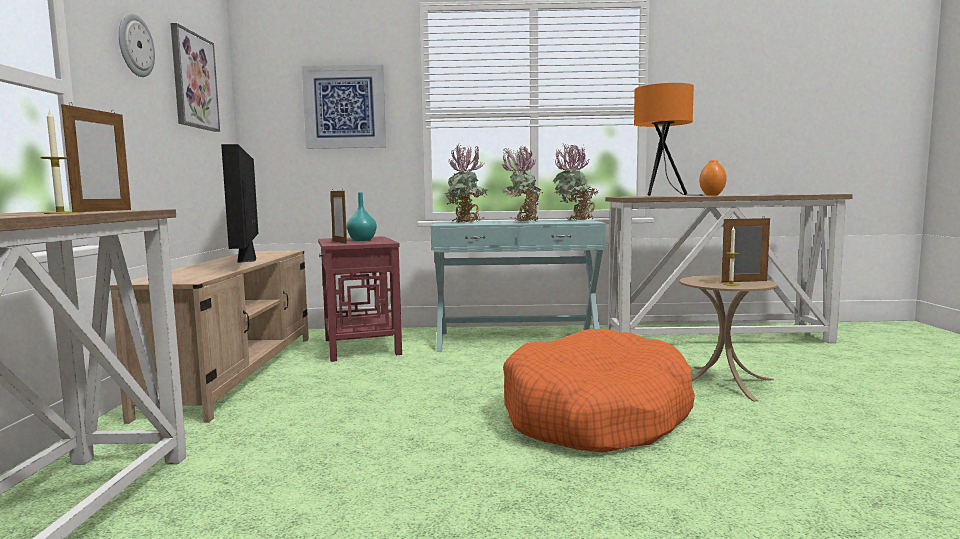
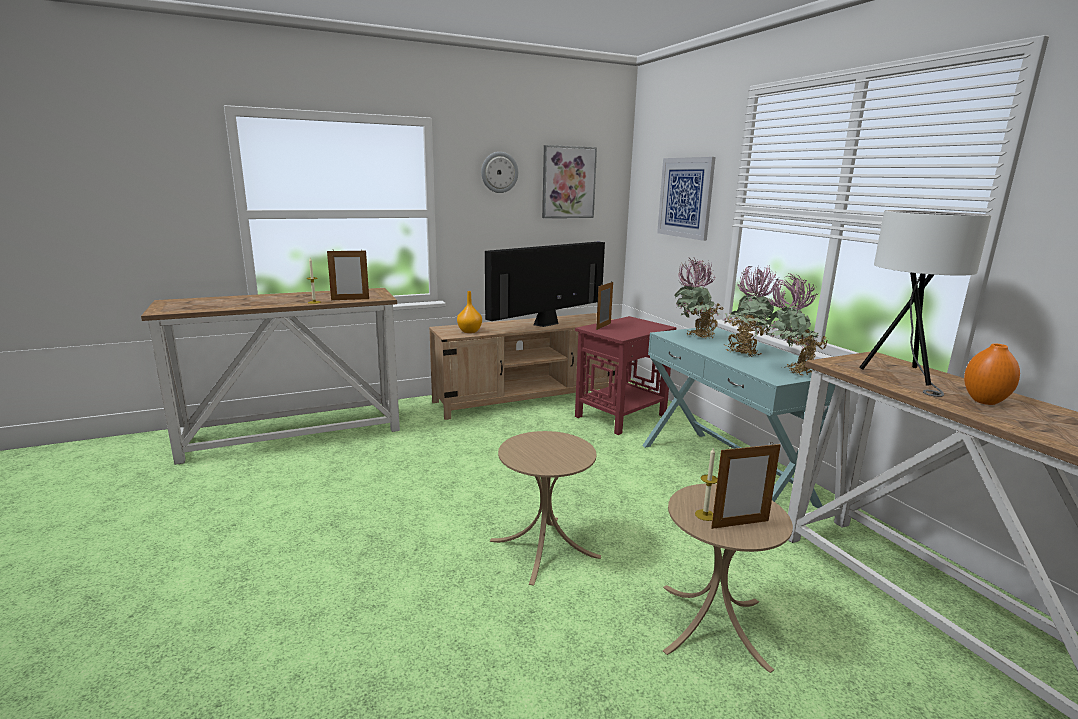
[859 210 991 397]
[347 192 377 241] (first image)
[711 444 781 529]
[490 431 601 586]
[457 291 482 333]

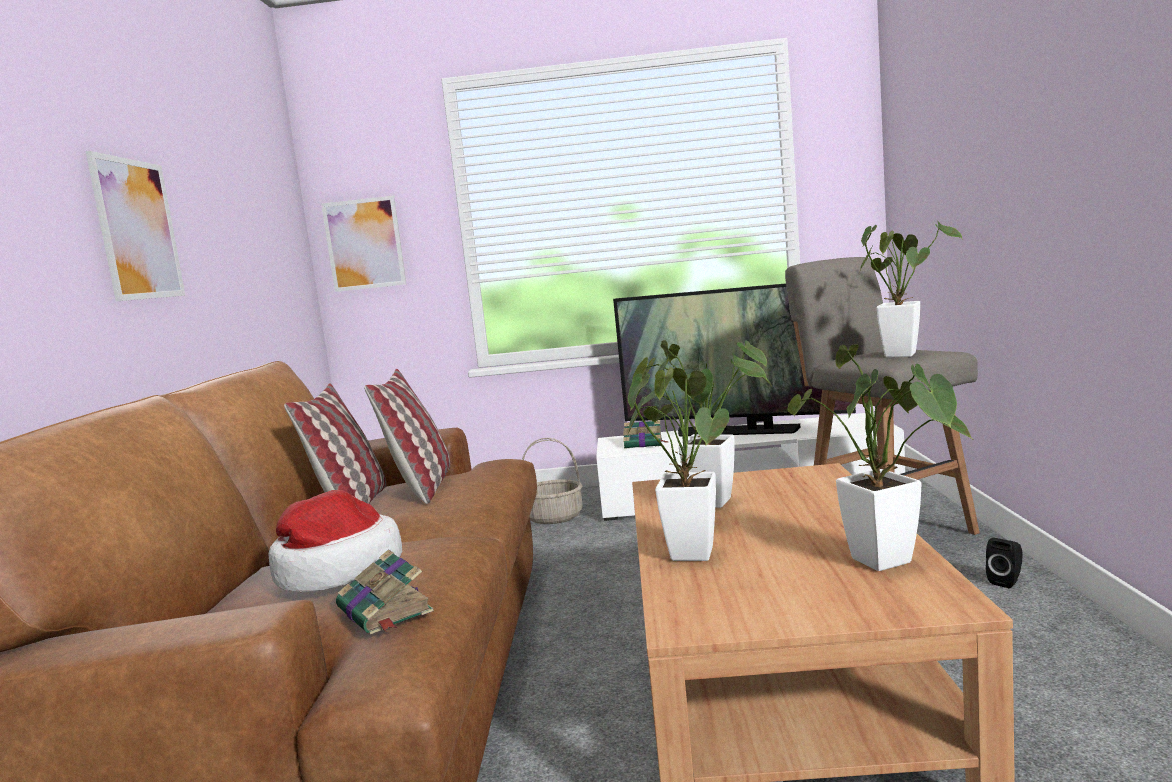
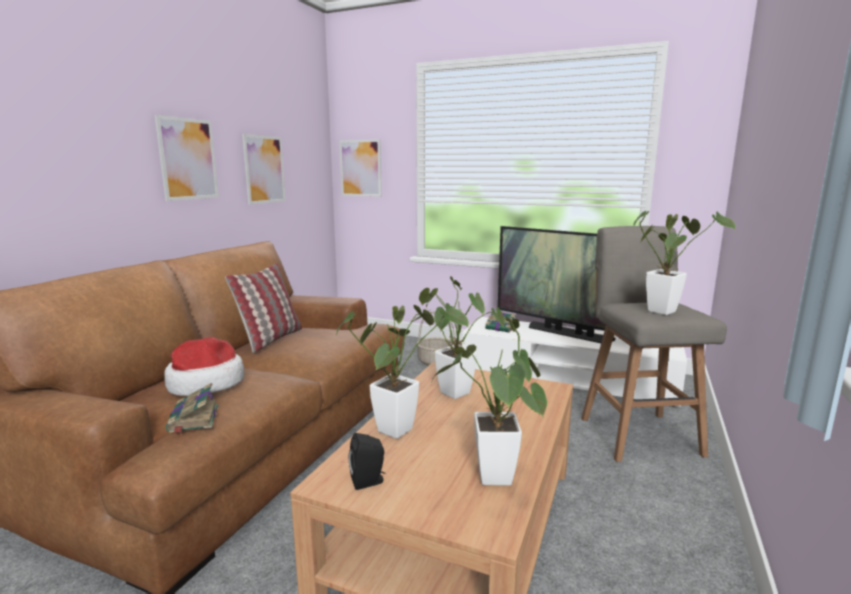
[364 369 450 504] (first image)
[349 433 385 490]
[242 134 286 205]

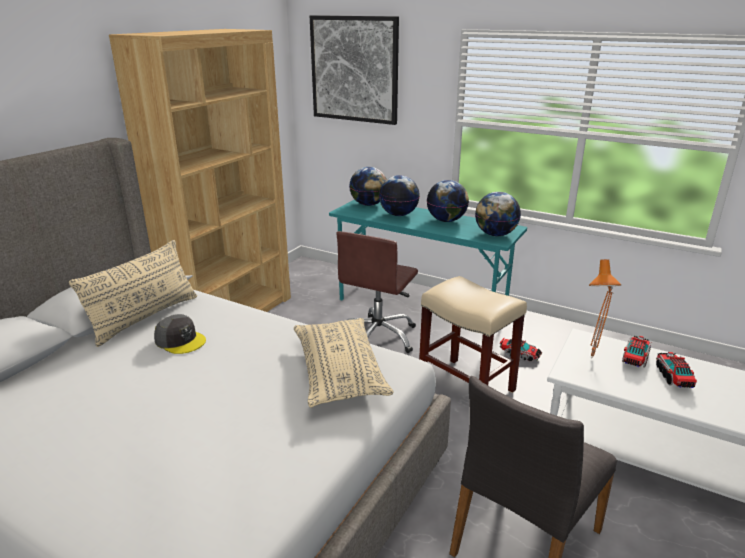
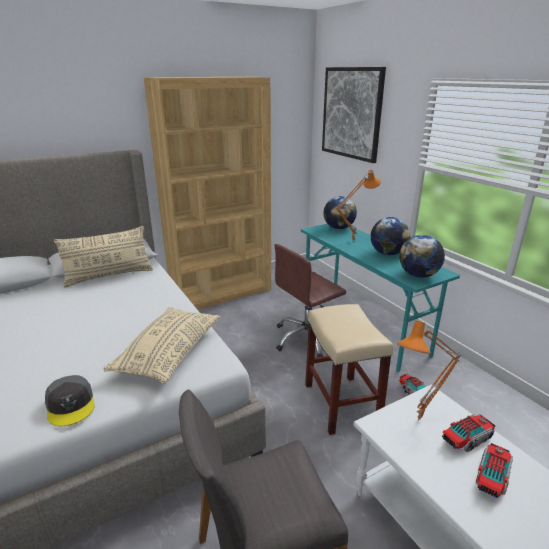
[336 170 381 242]
[45 375 95 426]

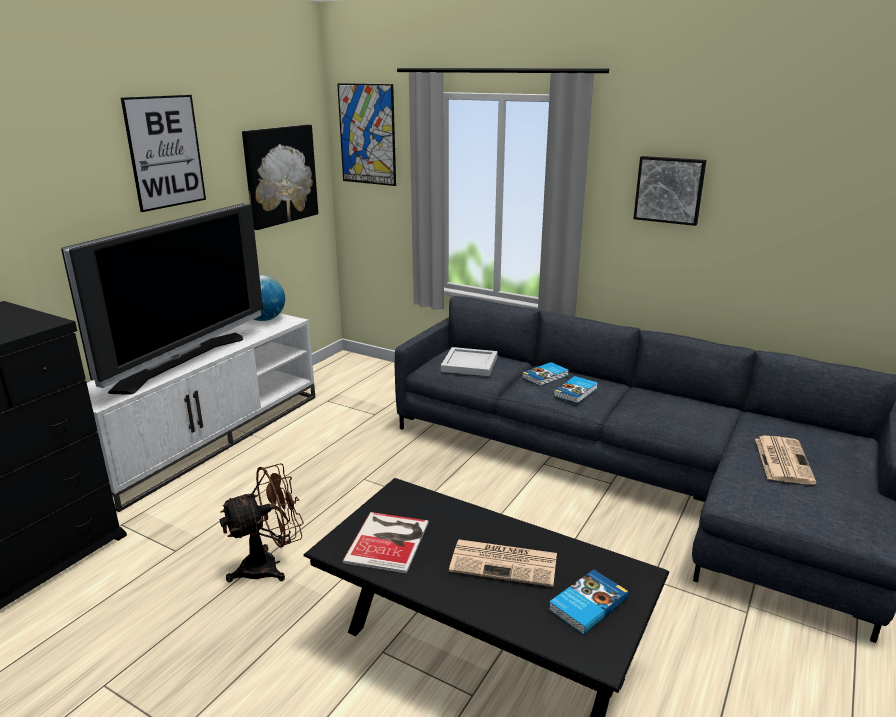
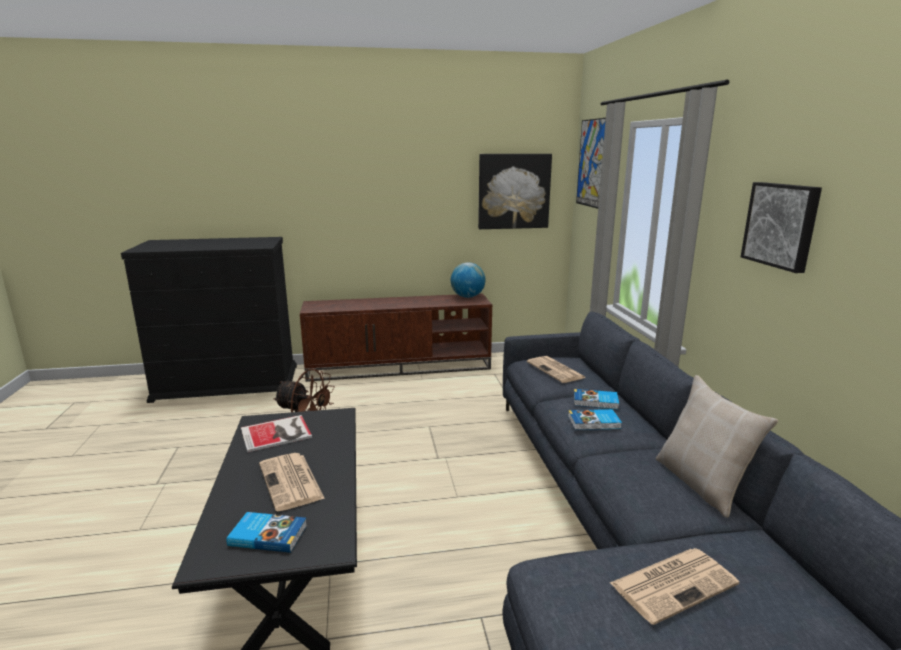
[121 95 206 212] (first image)
[61 203 263 395] (first image)
[300 293 492 382]
[527 356 586 383]
[656 375 778 518]

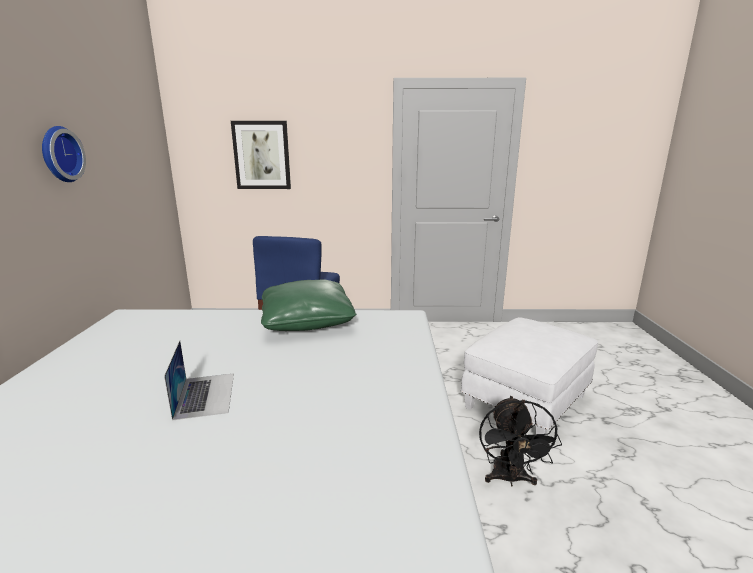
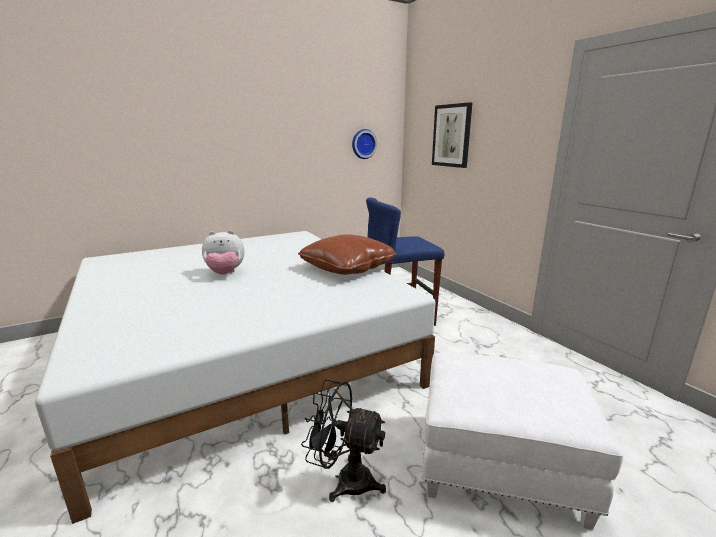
[352 129 377 159]
[298 234 396 275]
[202 230 244 275]
[301 380 386 502]

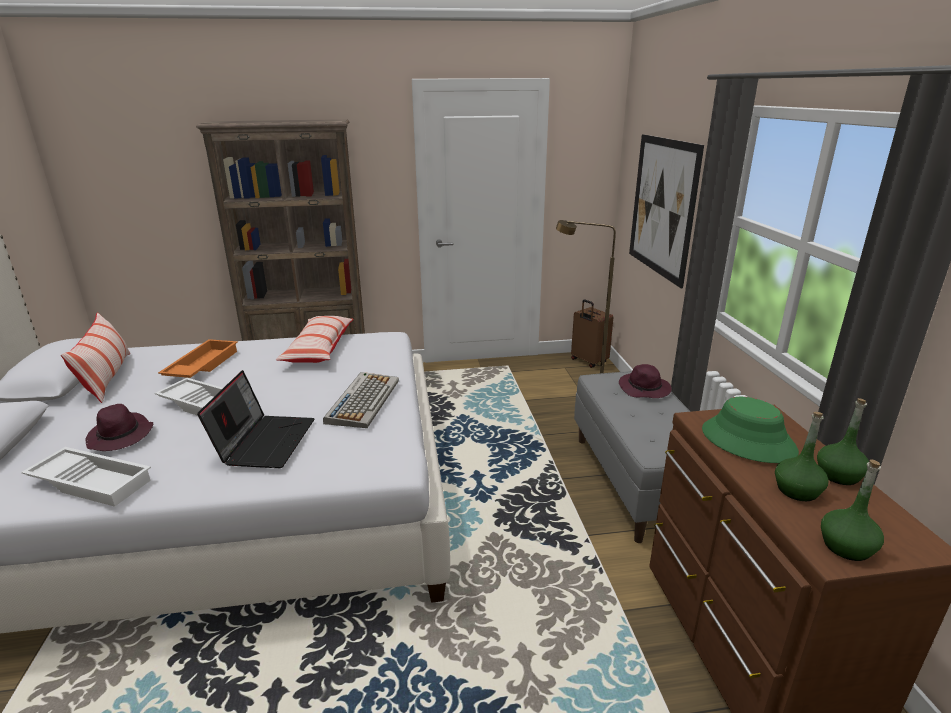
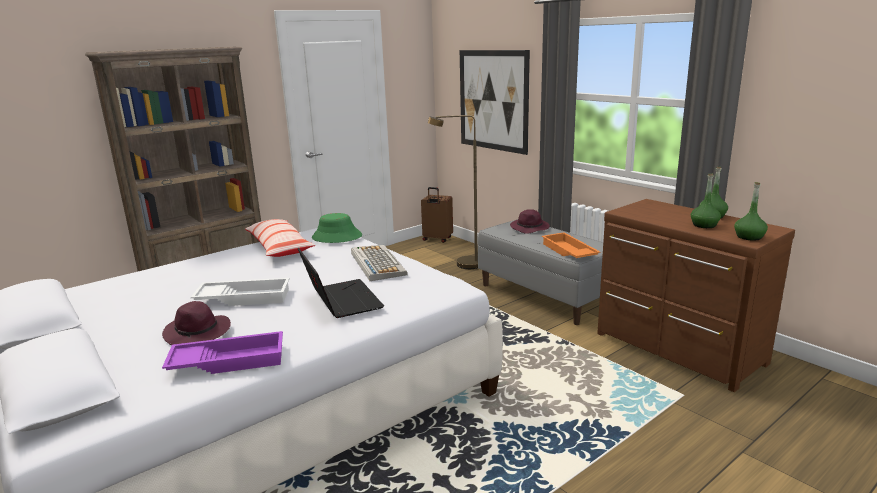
[61 312 130 403] (first image)
[542 232 600 258]
[312 213 362 243]
[162 331 283 374]

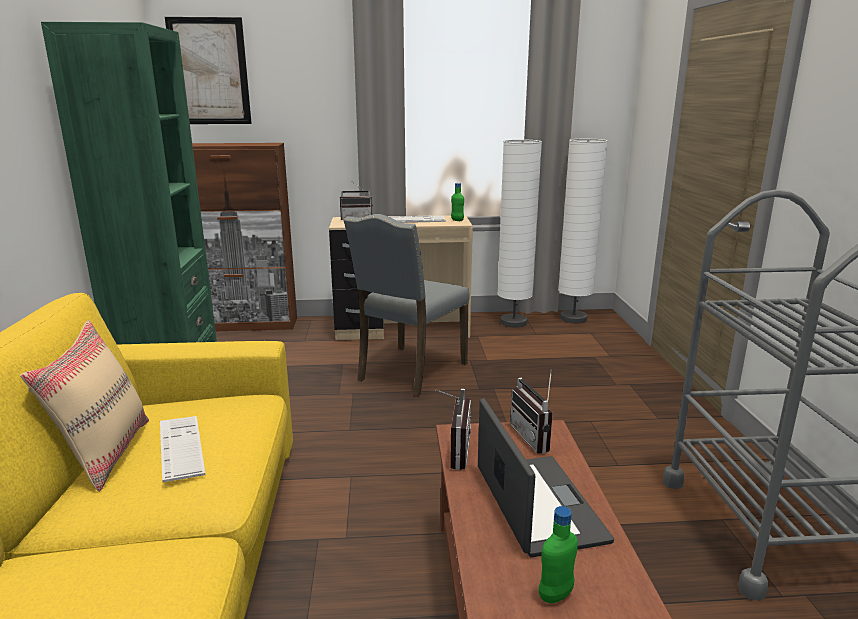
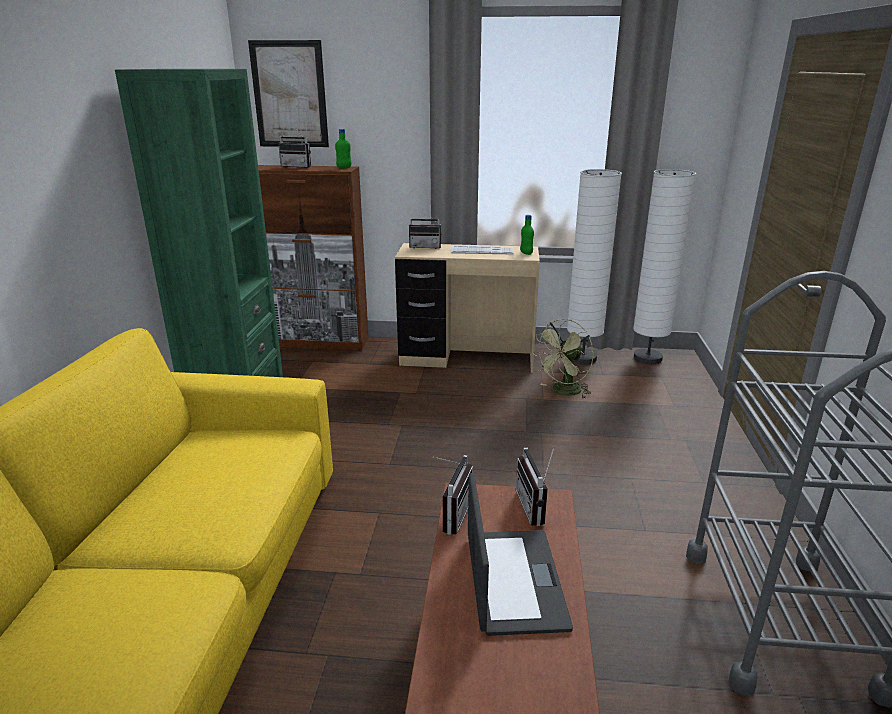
[343 214 470 397] (first image)
[20 320 149 491] (first image)
[160 416 205 483] (first image)
[335 129 351 168]
[278 127 311 168]
[532 319 594 399]

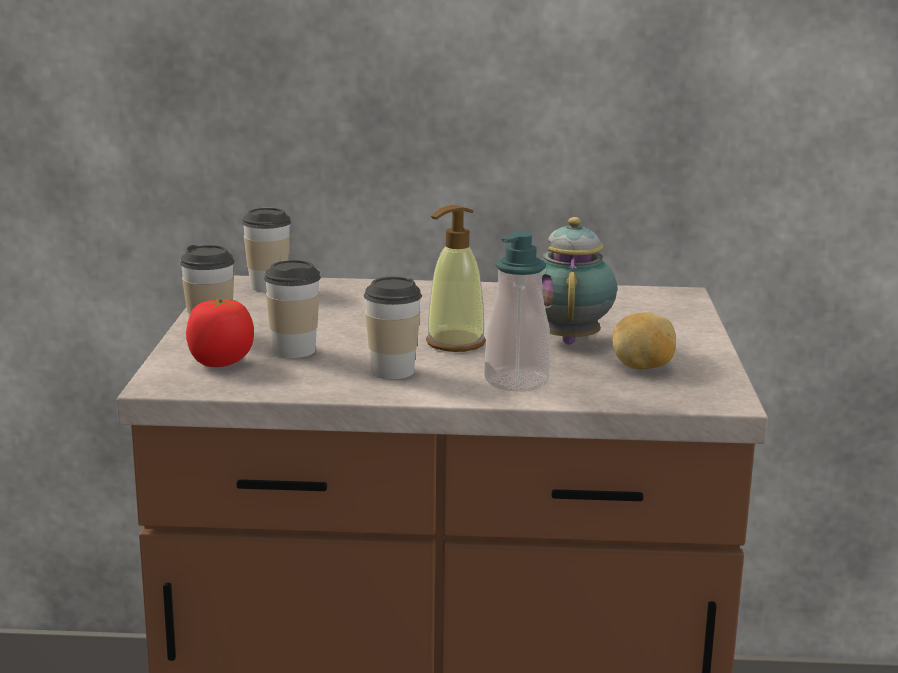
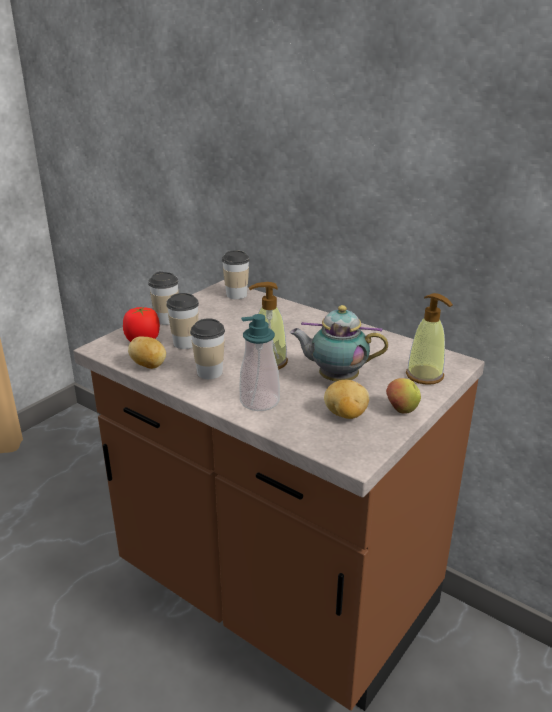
[290 305 388 381]
[406 293 453 385]
[128 336 166 369]
[386 378 421 414]

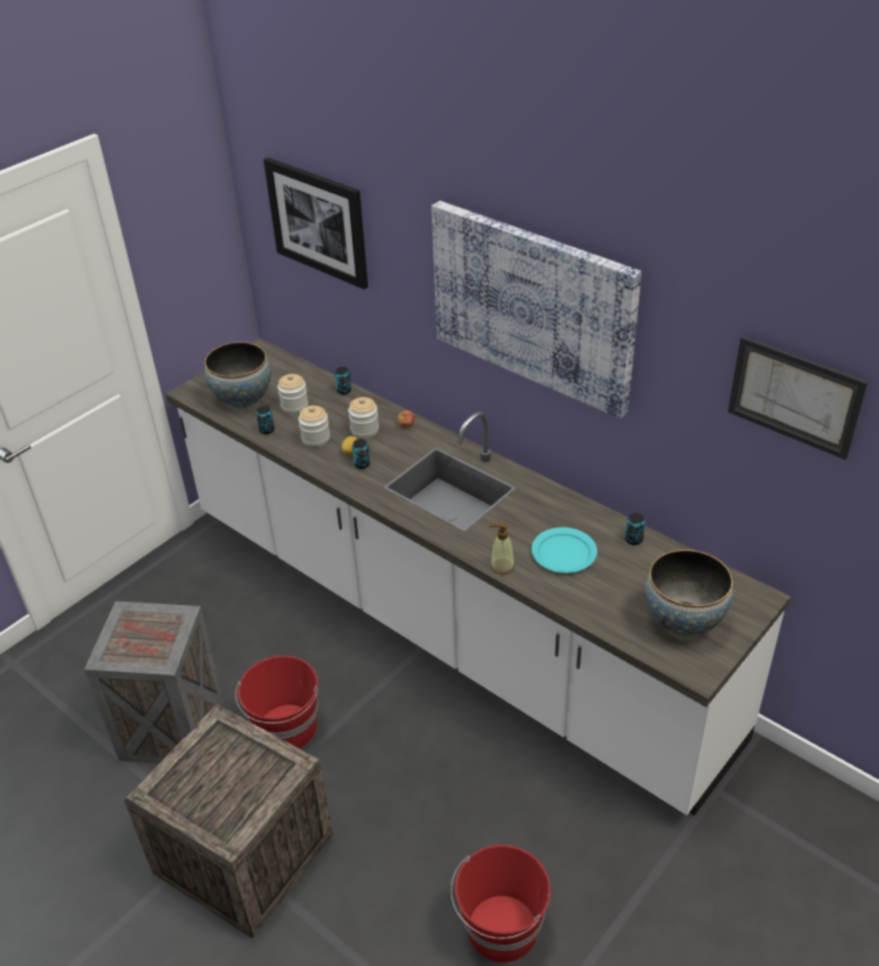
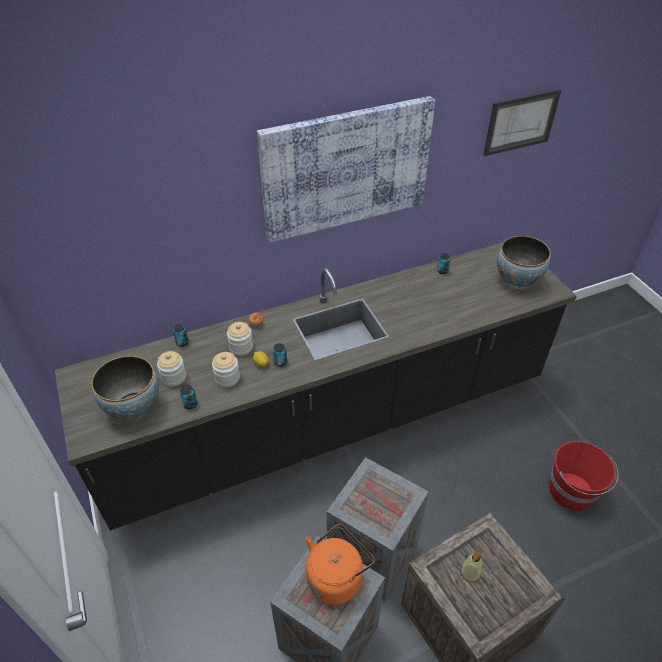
[263 157 368 289] (first image)
[55 242 577 531]
[460 548 483 583]
[531 527 597 573] (first image)
[327 457 429 602]
[306 524 375 605]

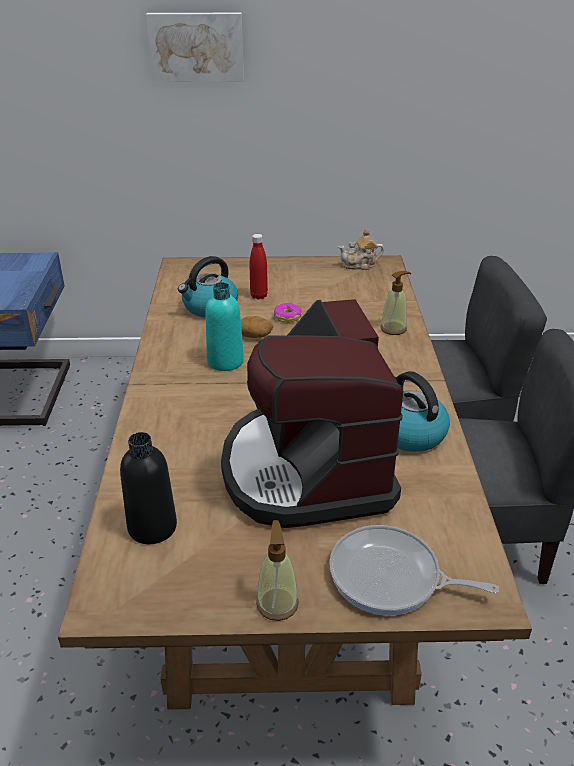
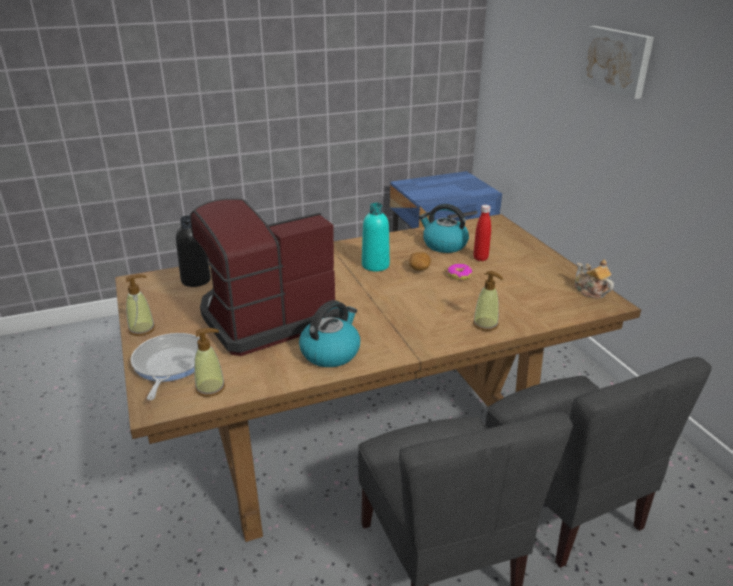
[194 328 225 397]

